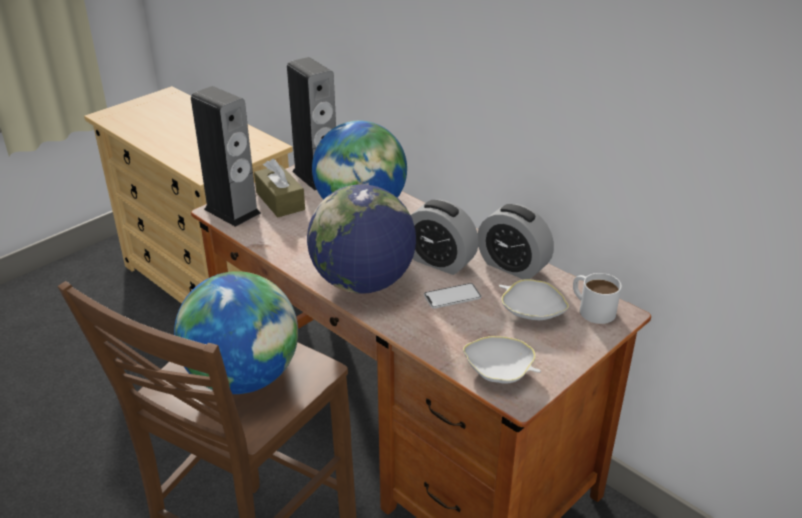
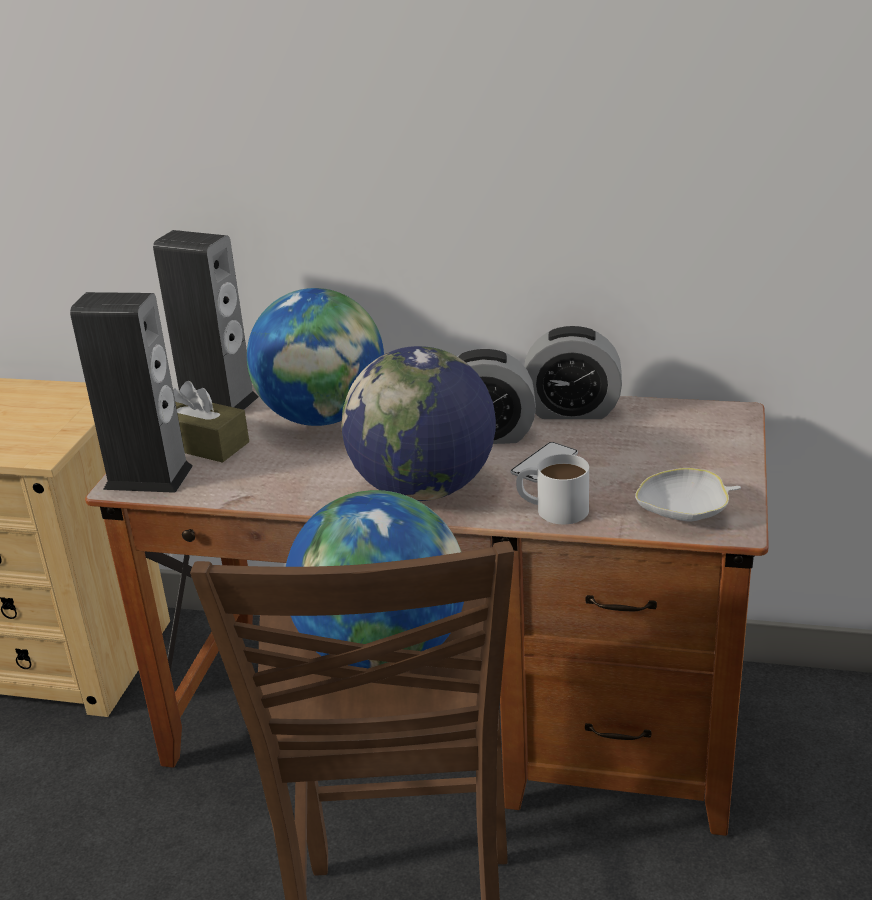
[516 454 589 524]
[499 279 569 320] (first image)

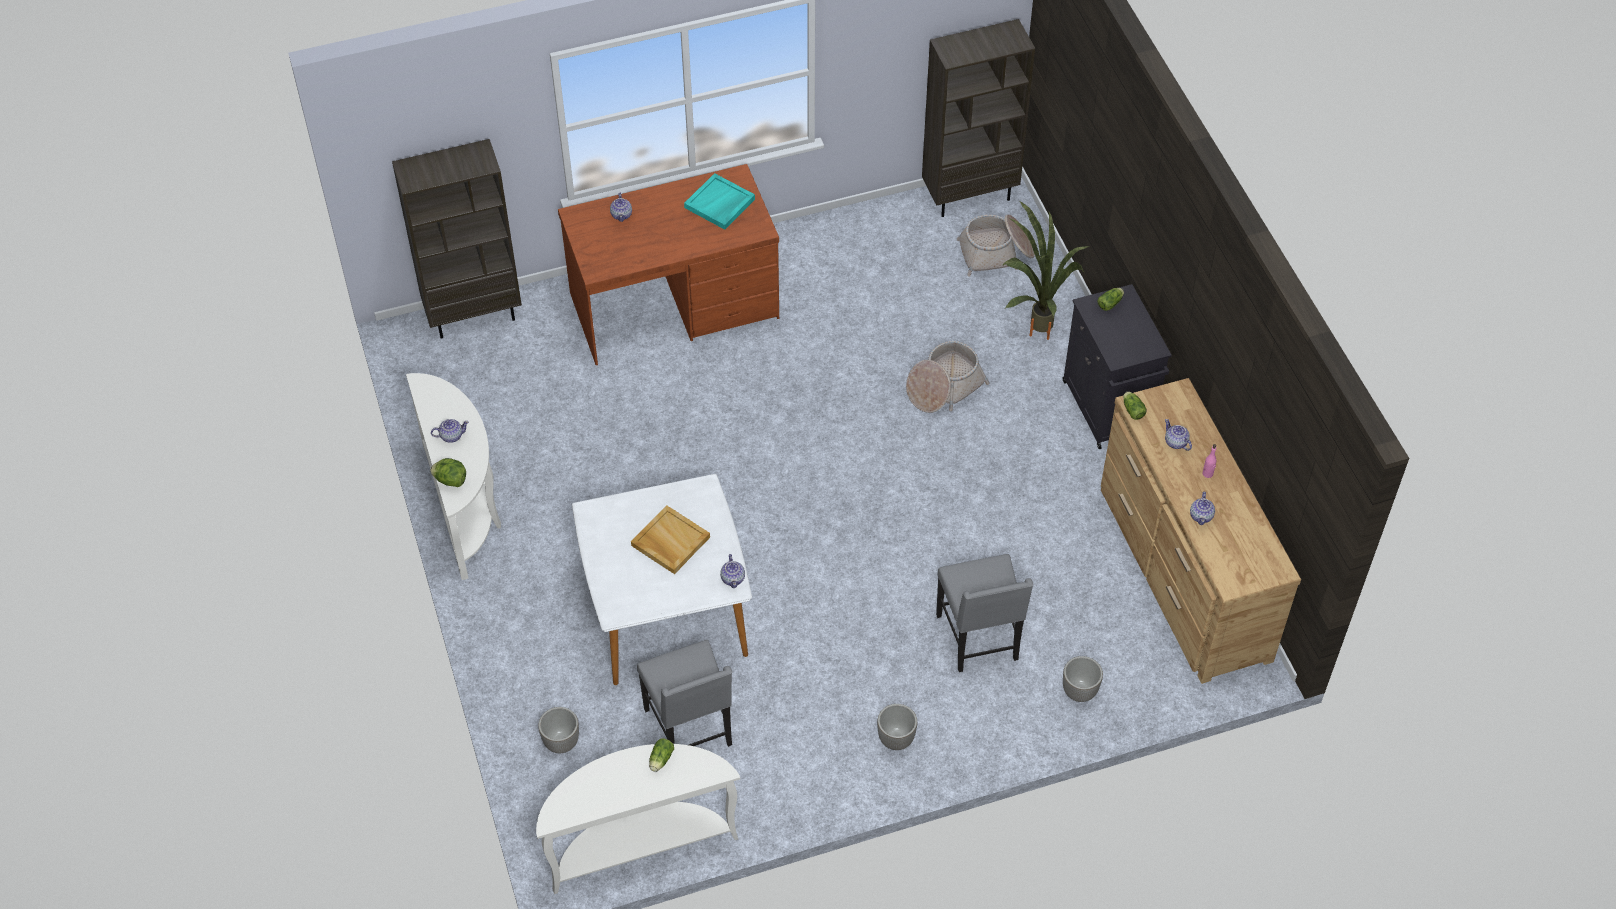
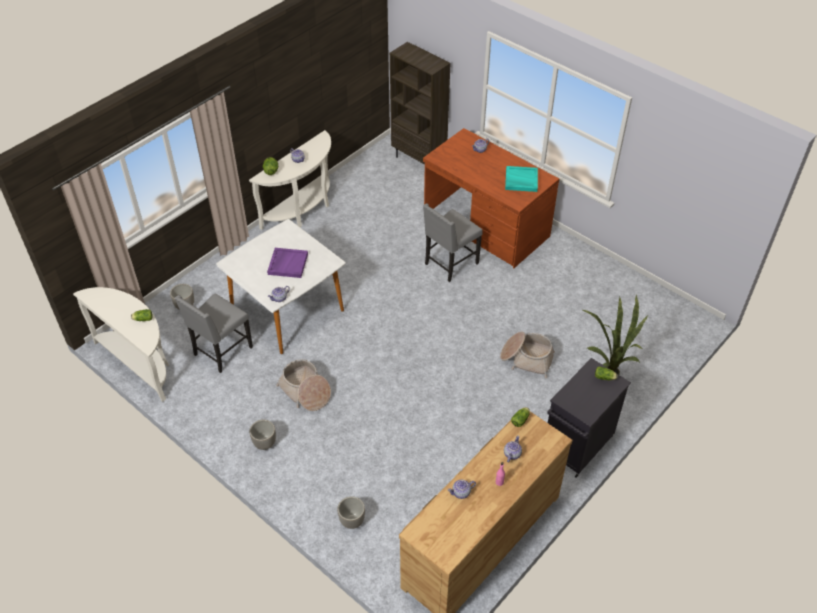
[922 19 1035 217] (first image)
[276 359 331 411]
[267 248 308 278]
[423 203 483 282]

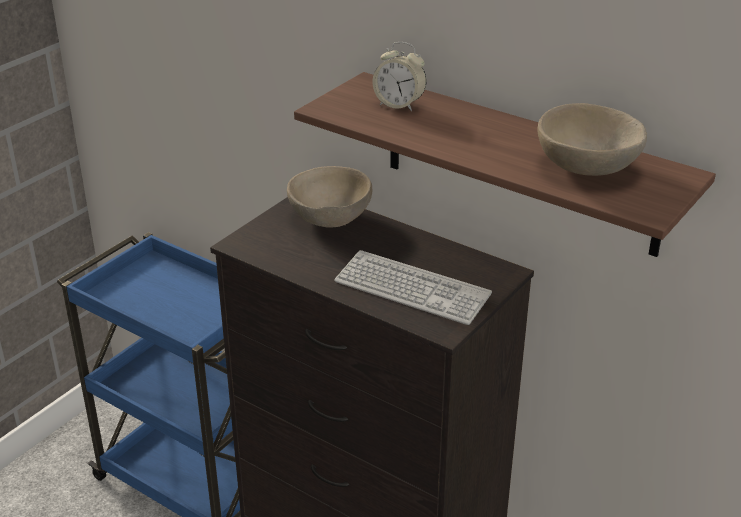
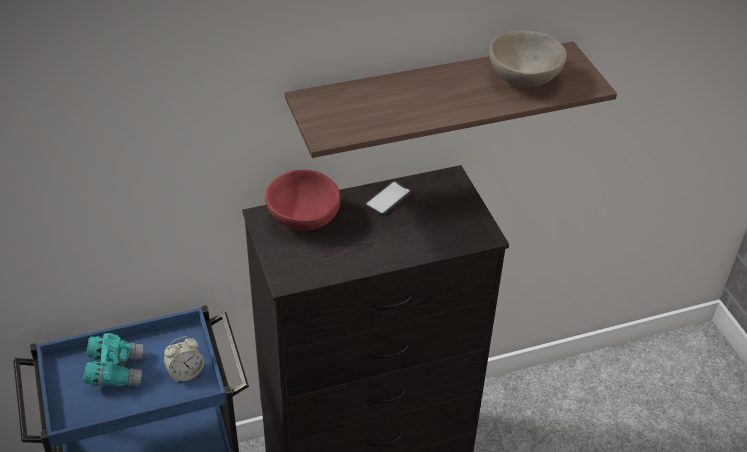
[163 336 204 382]
[265 170 341 231]
[334 250 492 325] (first image)
[364 181 412 216]
[83 333 144 387]

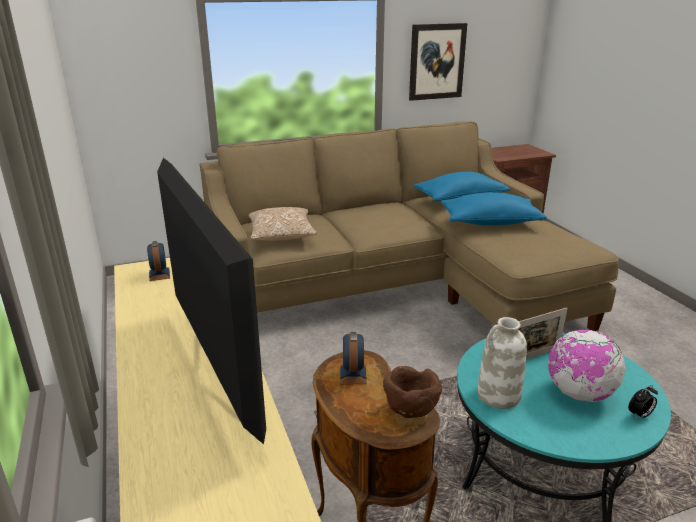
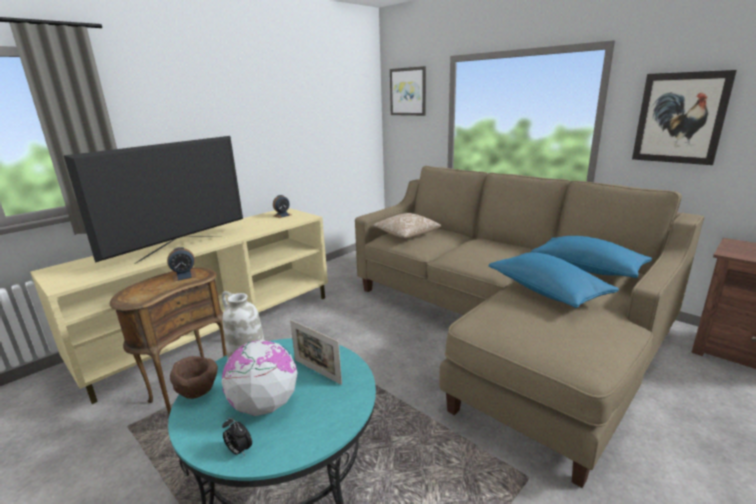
[170 356 218 399]
[390 66 426 116]

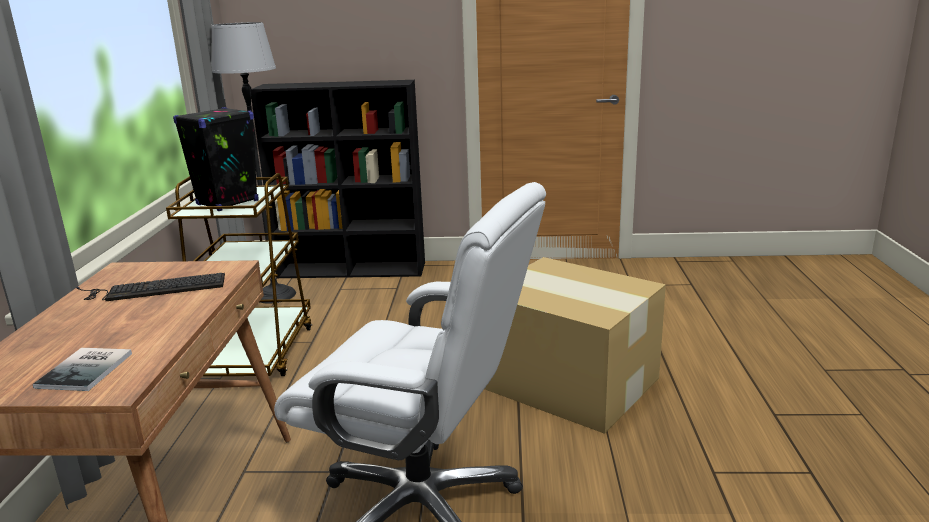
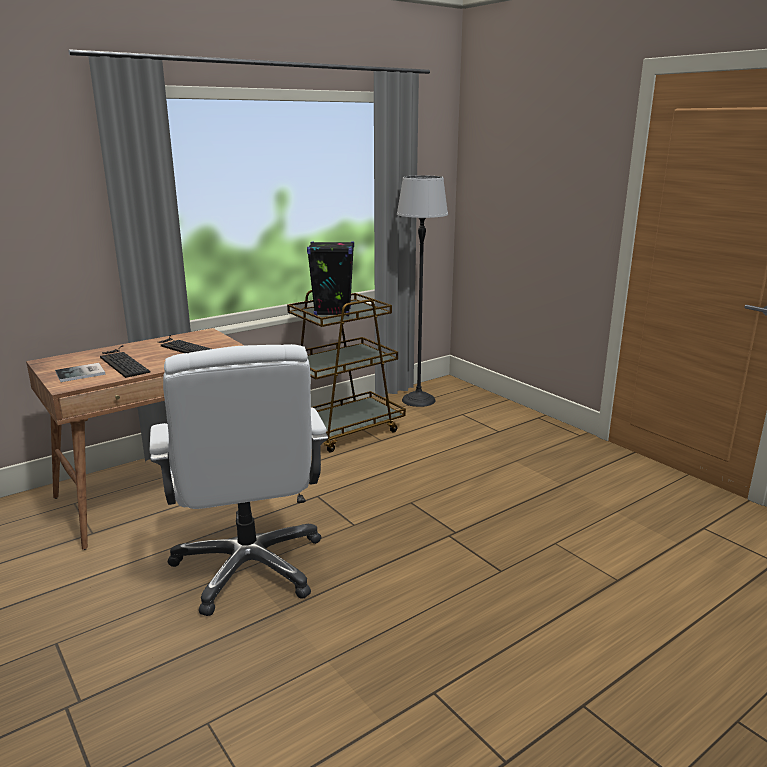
[251 80 425 278] (first image)
[485 257 666 434] (first image)
[100 345 151 378]

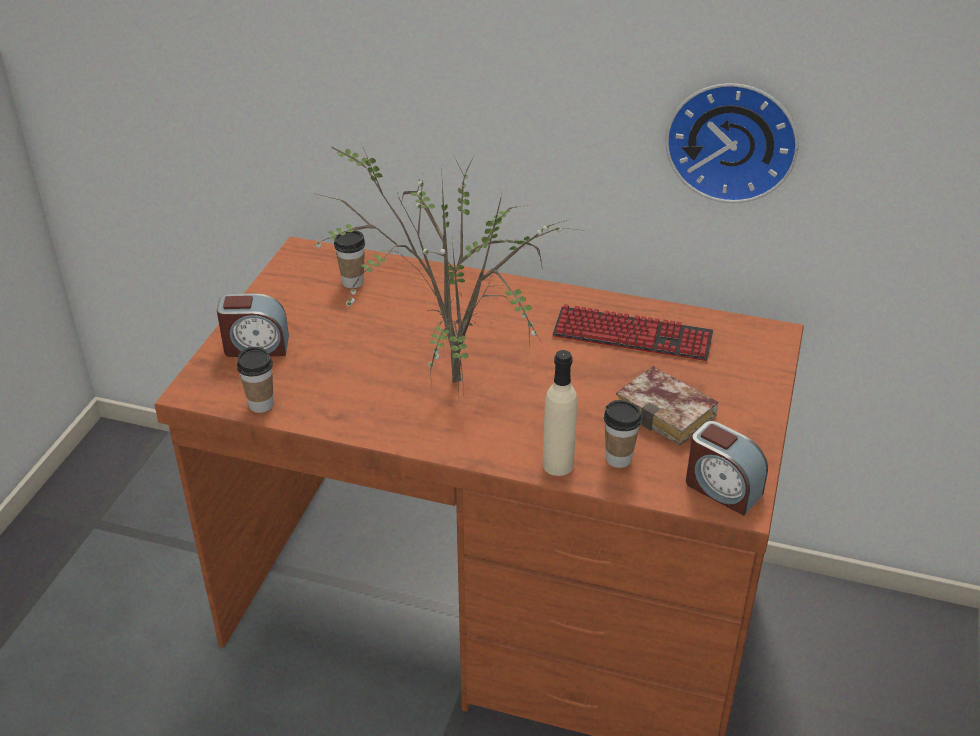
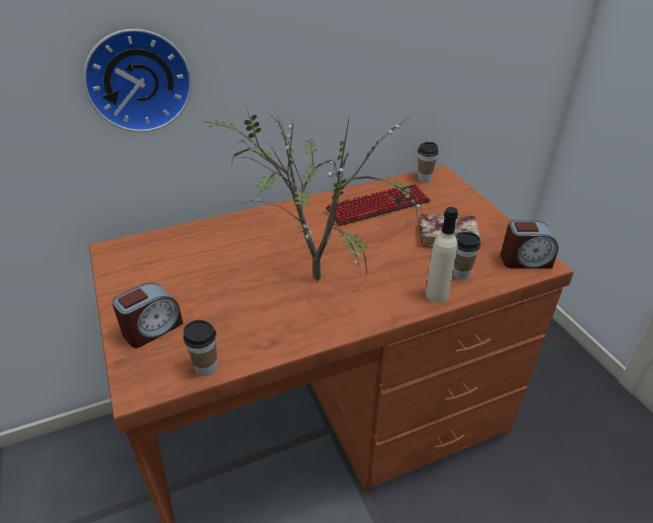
[83 29 192 132]
[418 142 438 182]

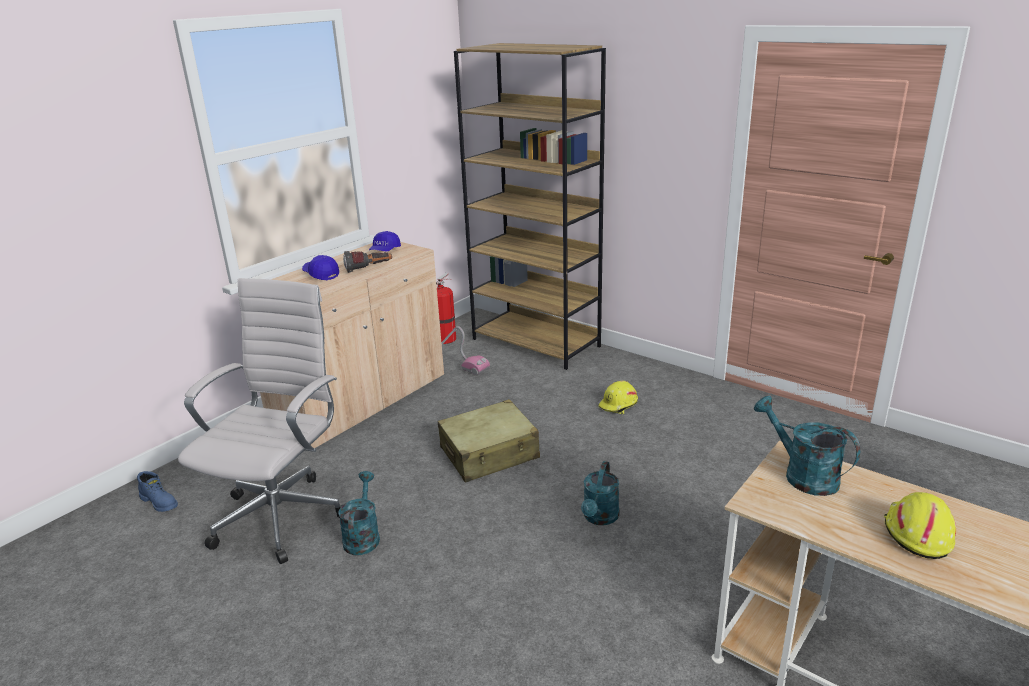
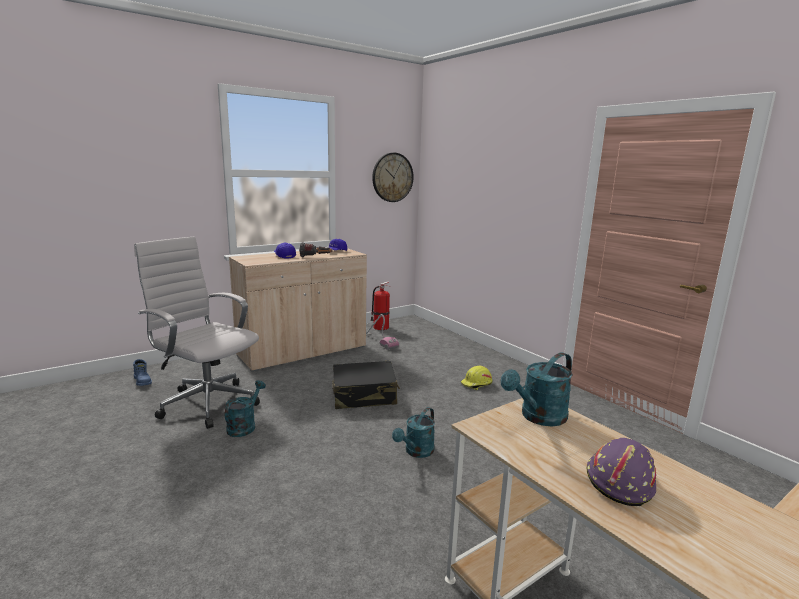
[454 43 606 370] (first image)
[134 236 260 429]
[501 352 573 426]
[332 361 400 409]
[587 438 656 506]
[372 153 414 202]

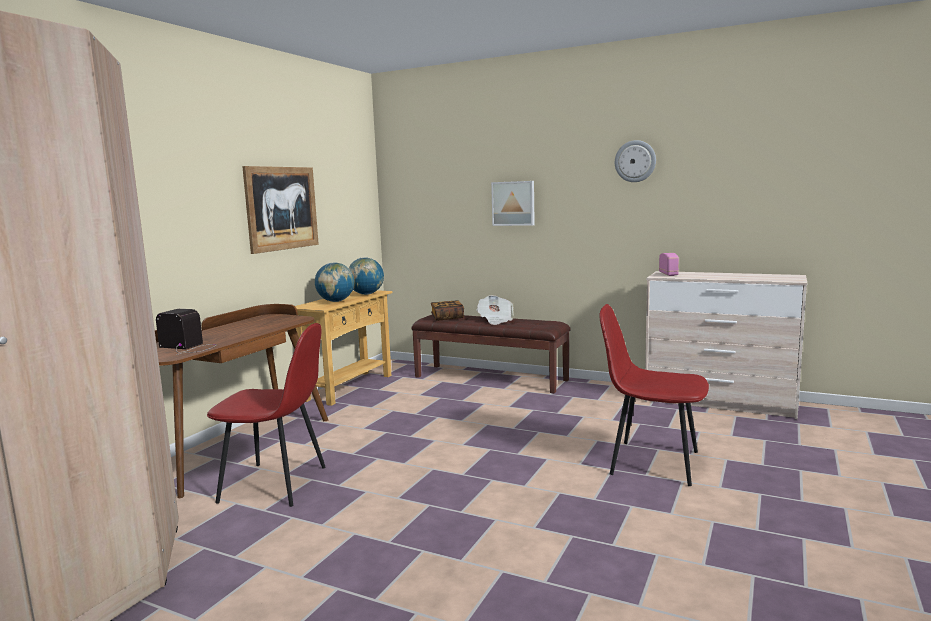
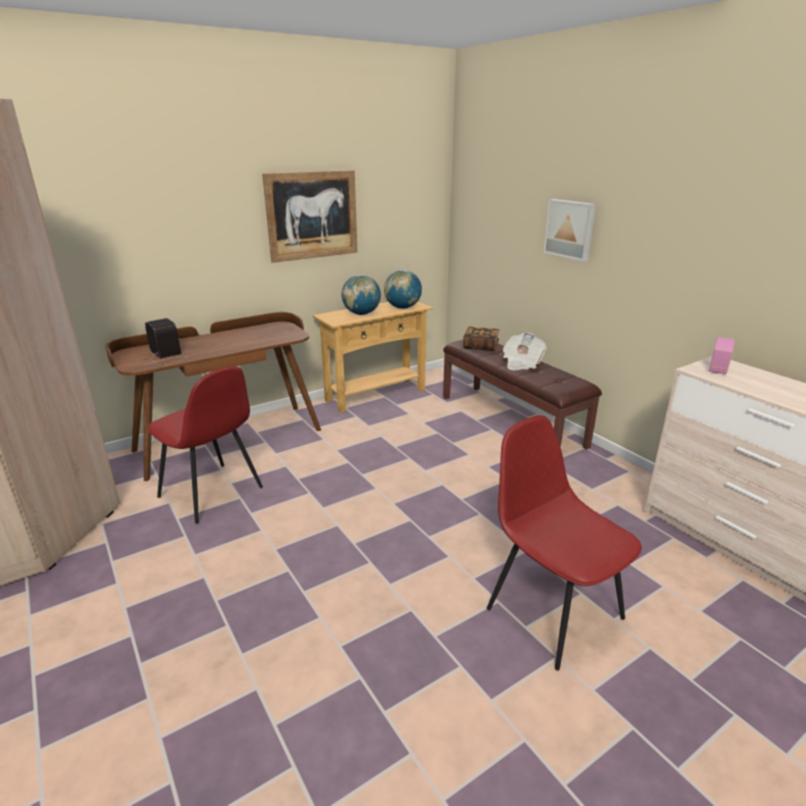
[615 140 656 182] (first image)

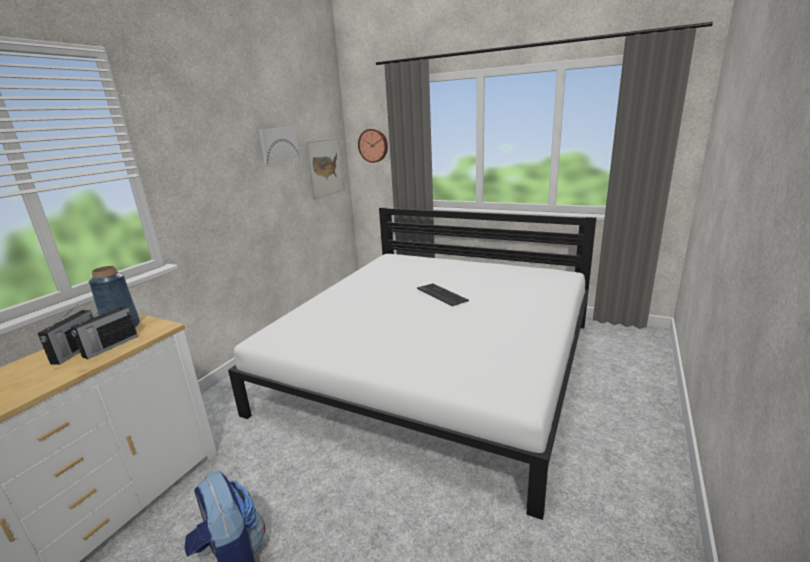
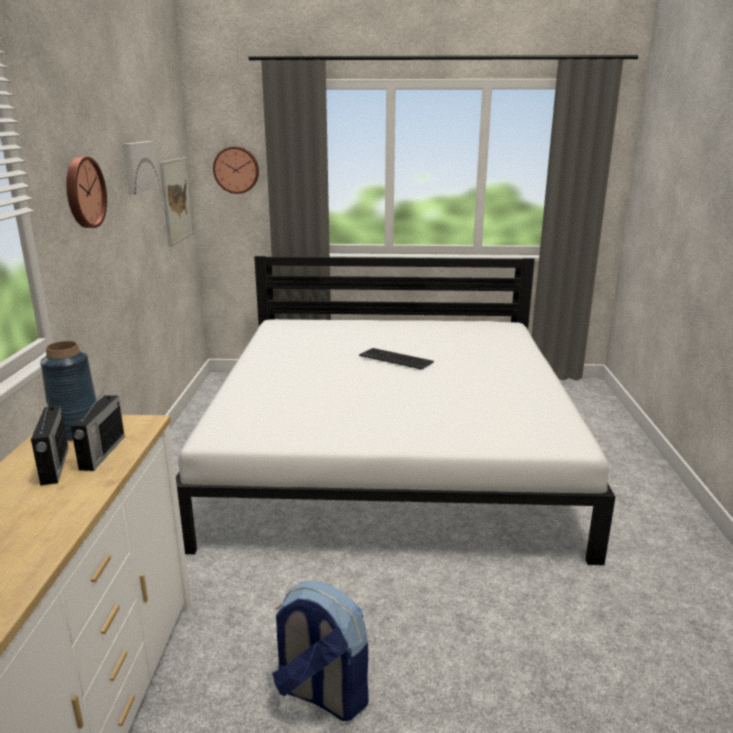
[66 157 107 228]

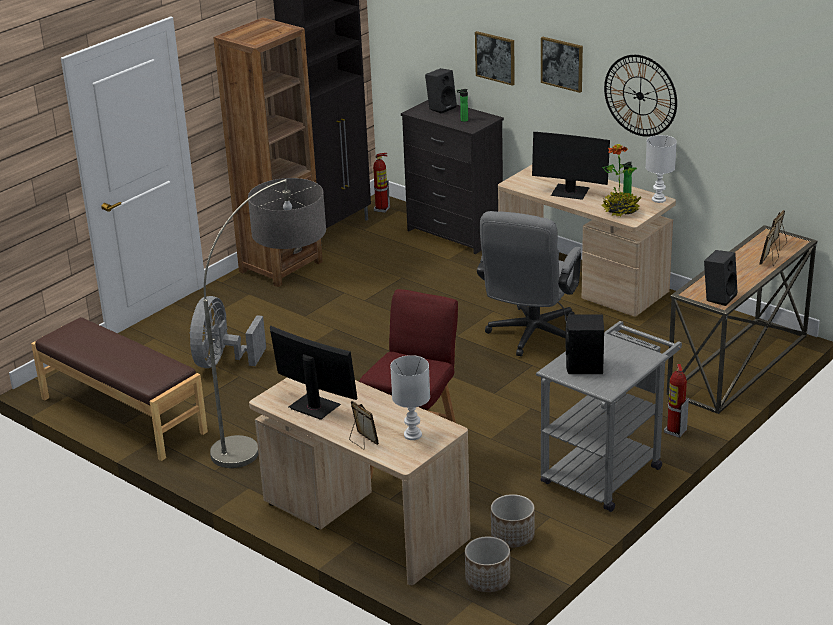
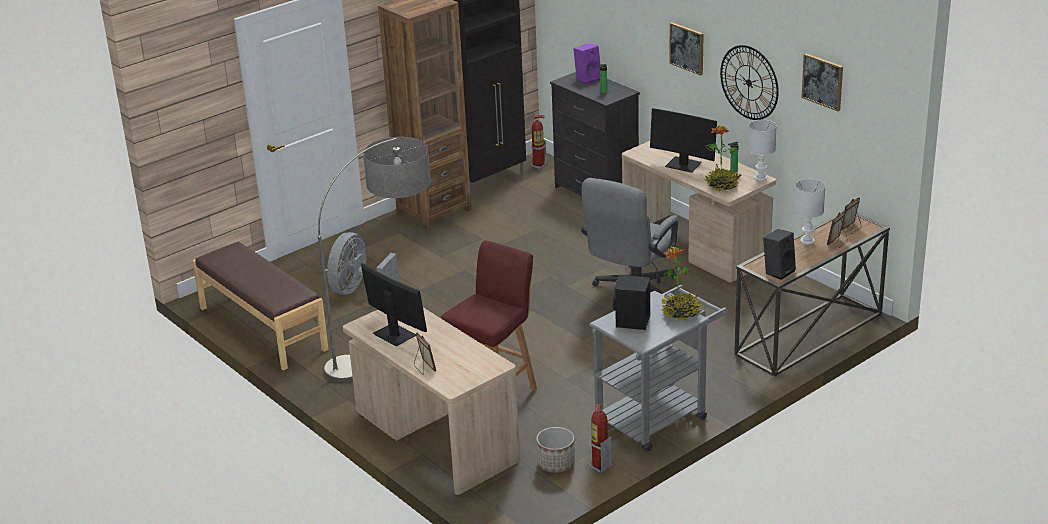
[801 54 843 111]
[574 43 600 84]
[795 179 825 245]
[589 404 612 473]
[465 536 510 592] (first image)
[661 246 701 321]

